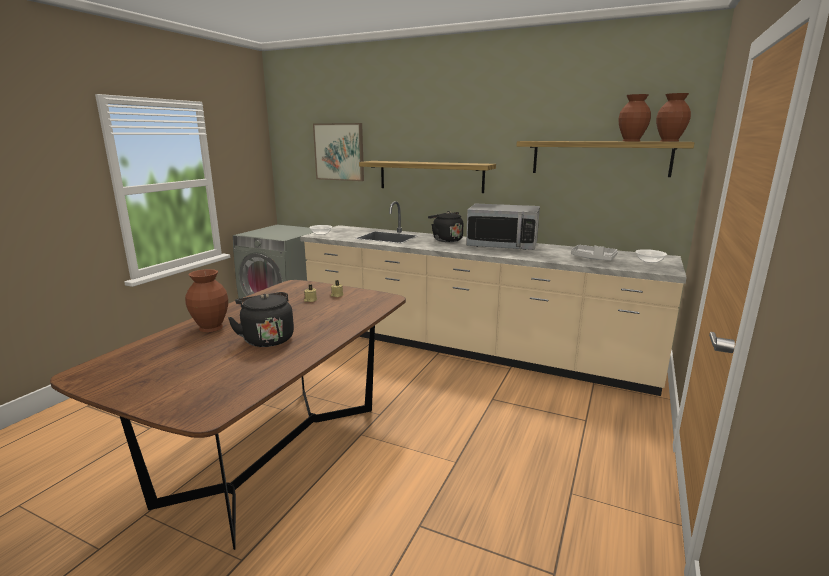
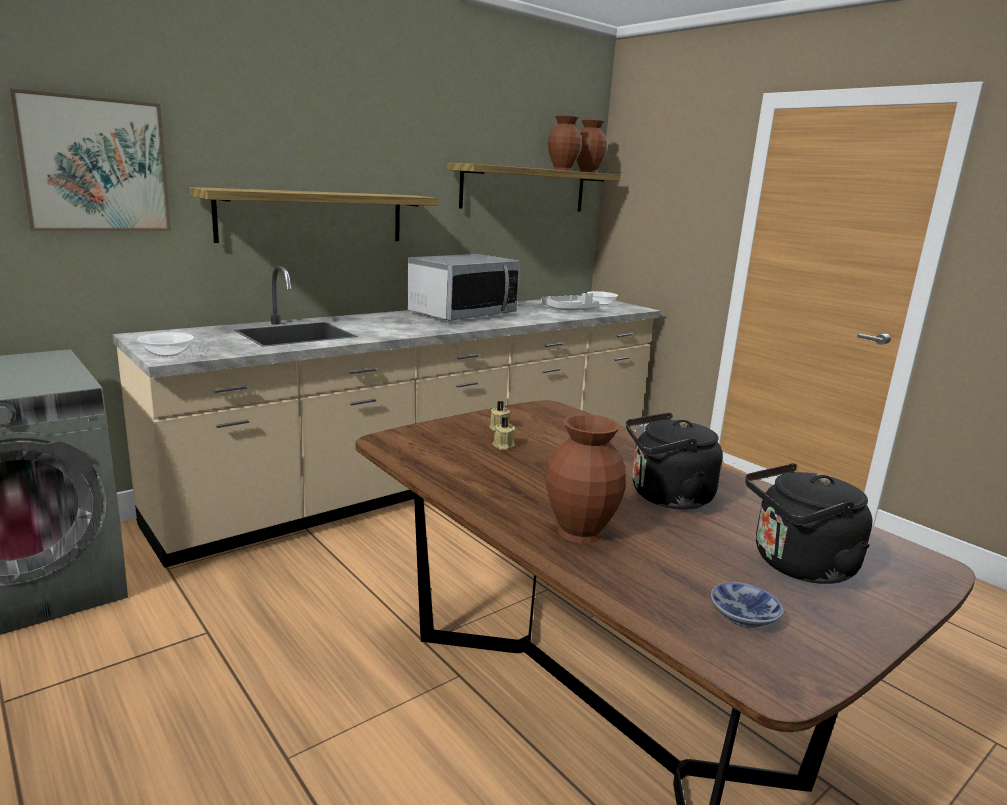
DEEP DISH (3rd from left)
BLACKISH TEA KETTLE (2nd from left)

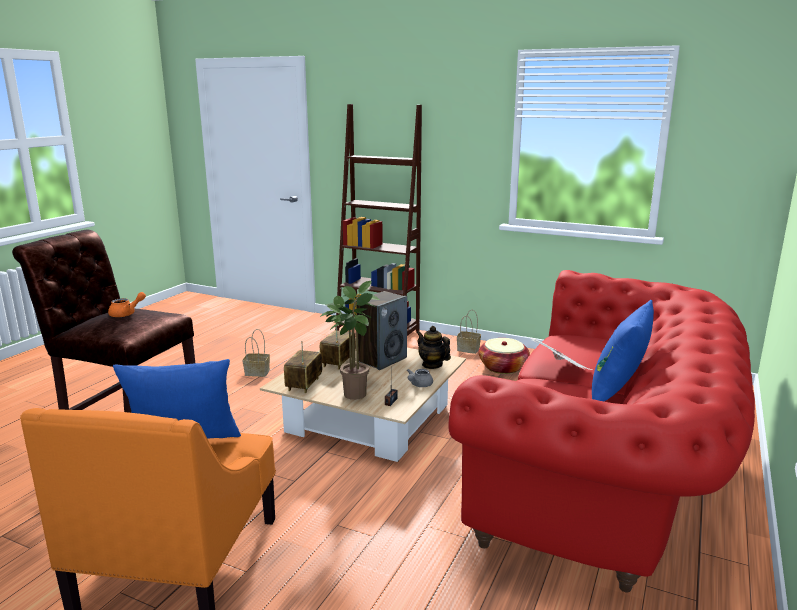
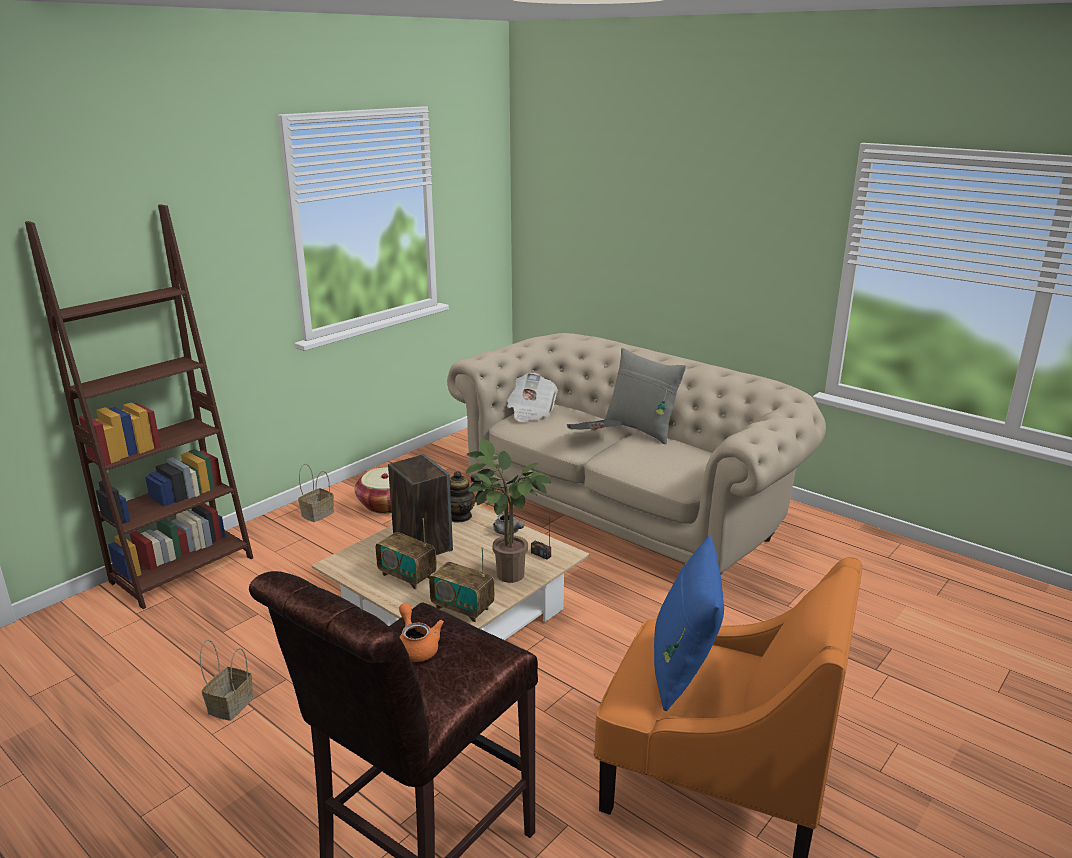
SAND-COLOURED SOFA
PRINTED PAPER (1st from left)
GREYISH CUSHION

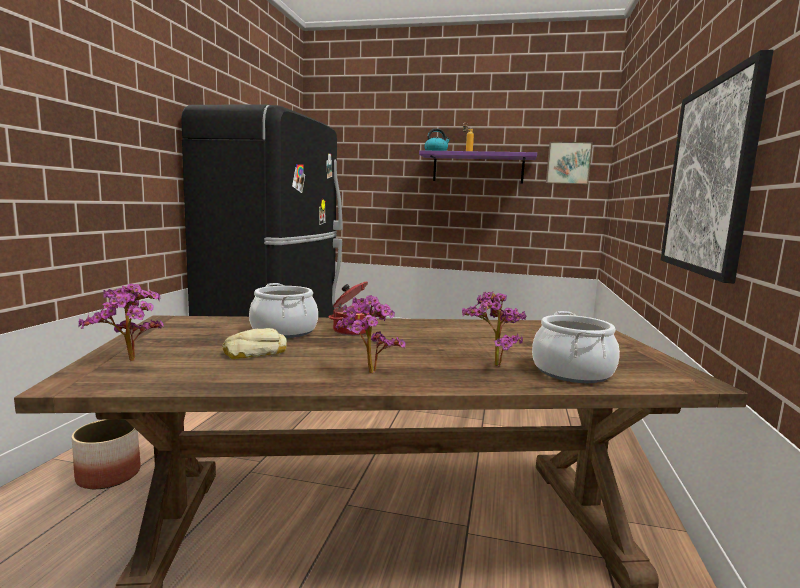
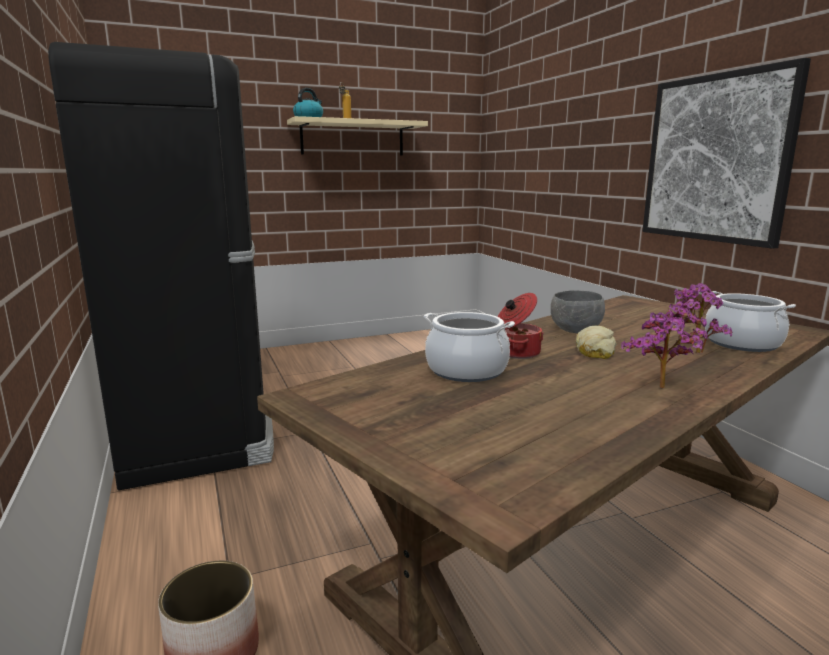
SAND-COLOURED SHELF
GREYISH DEEP DISH
BREAD
POTTED PLANT (1st from left in the first image)
WALL PICTURE (1st from left in the first image)

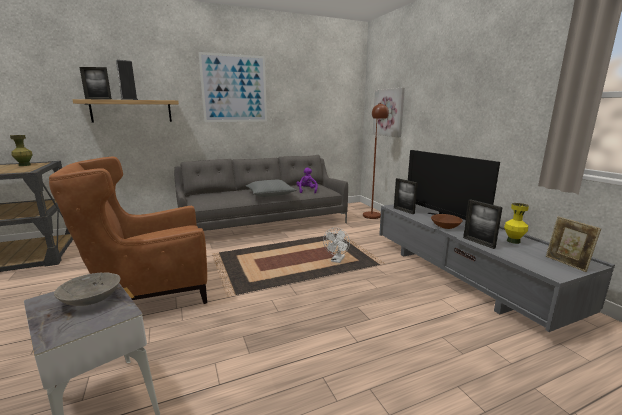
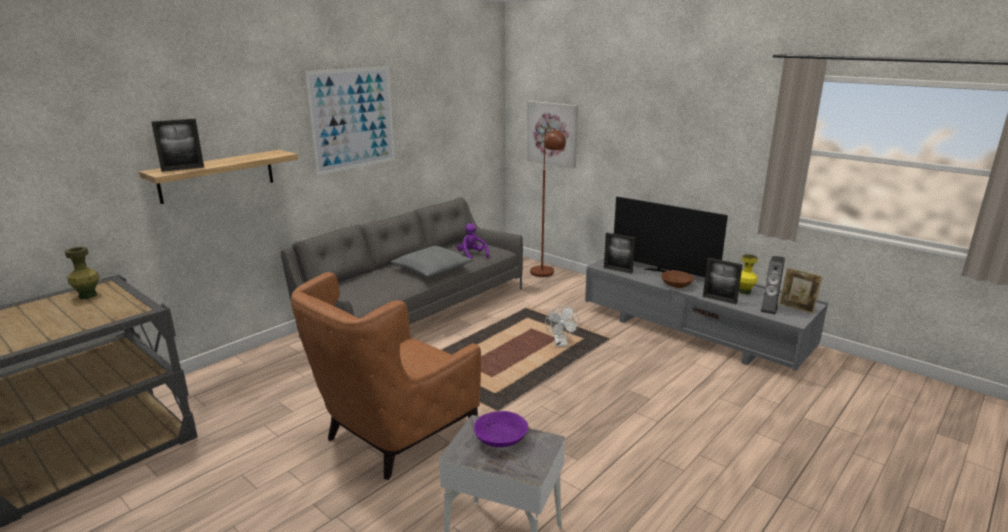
PURPLISH DEEP DISH
LOUDSPEAKER

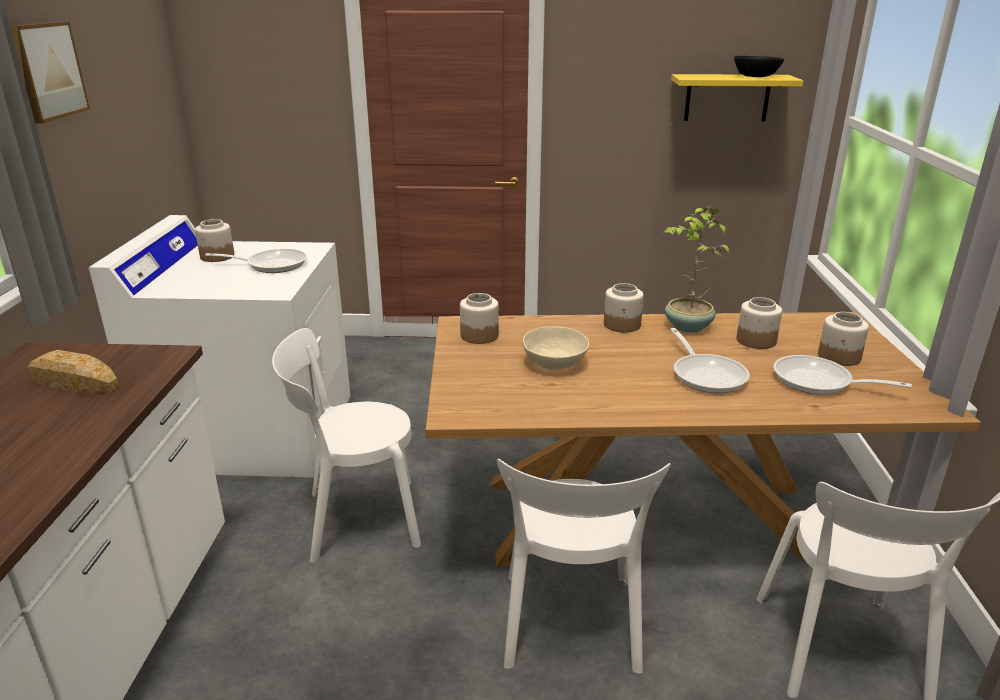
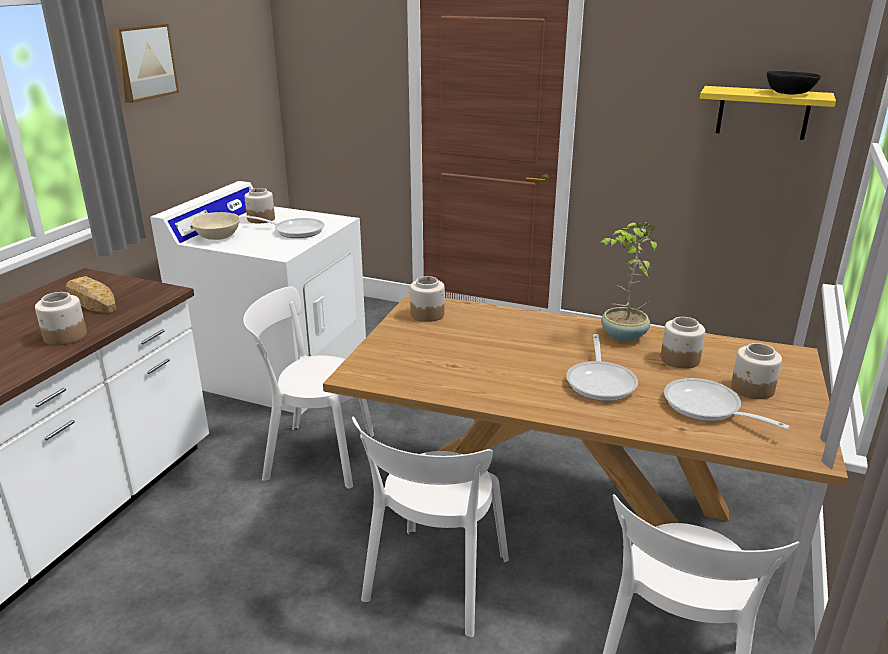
PRESERVE JAR (1st from left)
SAND-COLOURED DEEP DISH

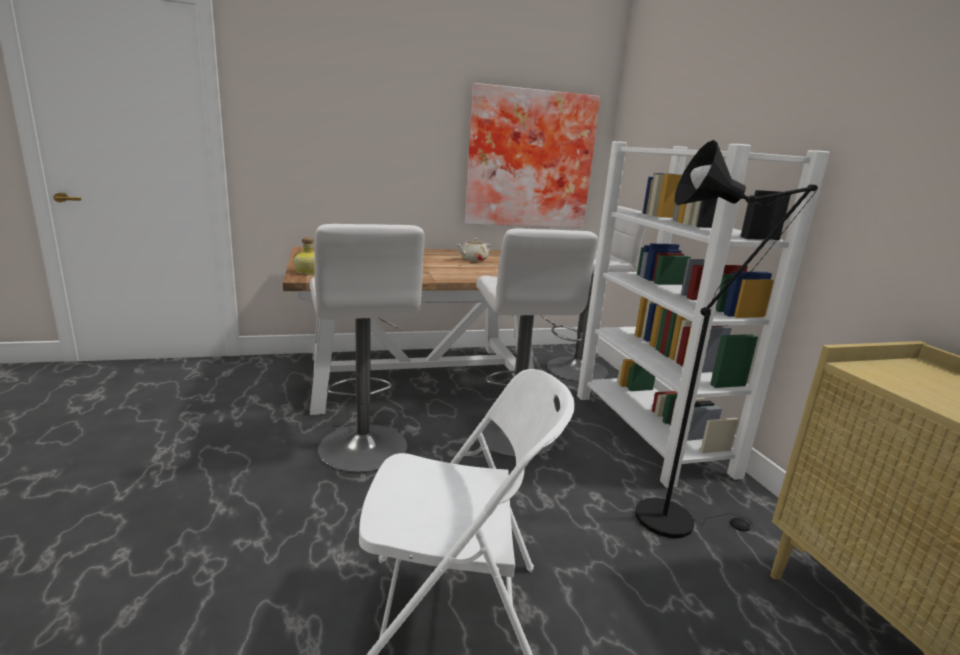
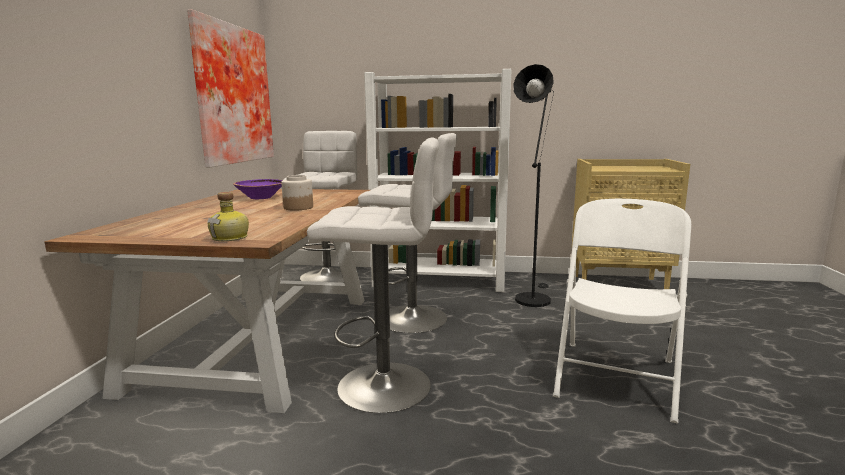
PURPLISH DEEP DISH
PRESERVE JAR

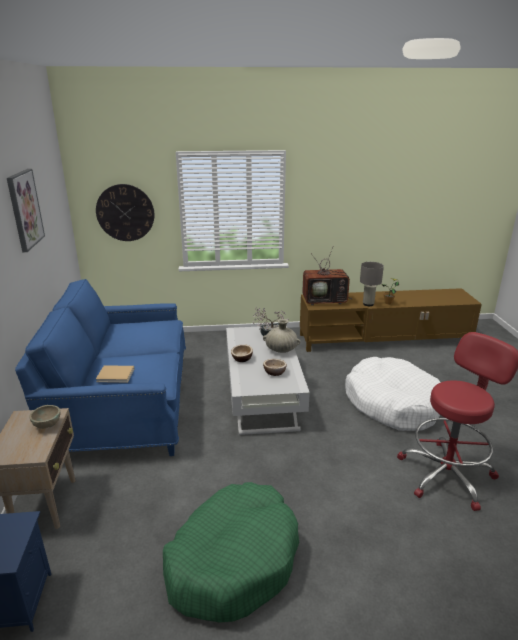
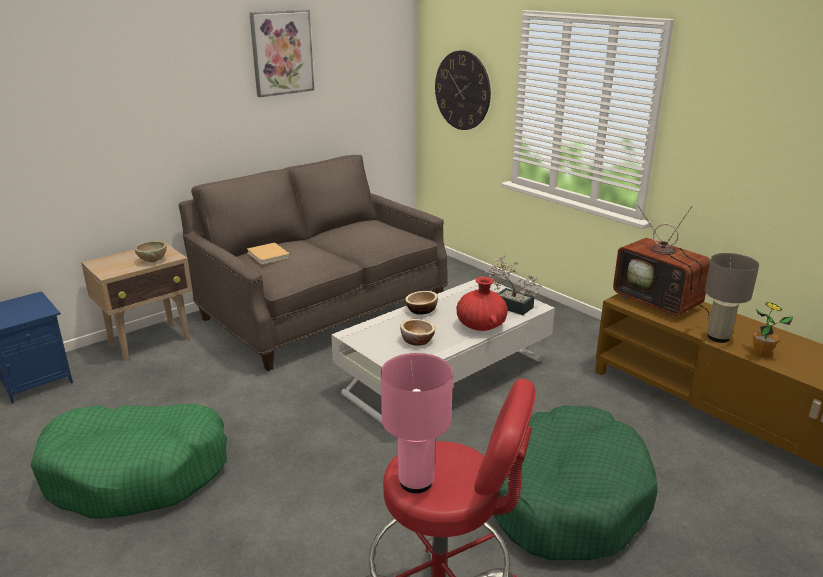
GREYISH SOFA
PINK-COLOURED TABLE LAMP
REDDISH DECORATIVE VASE
GREEN-COLOURED PET BED (2nd from left)

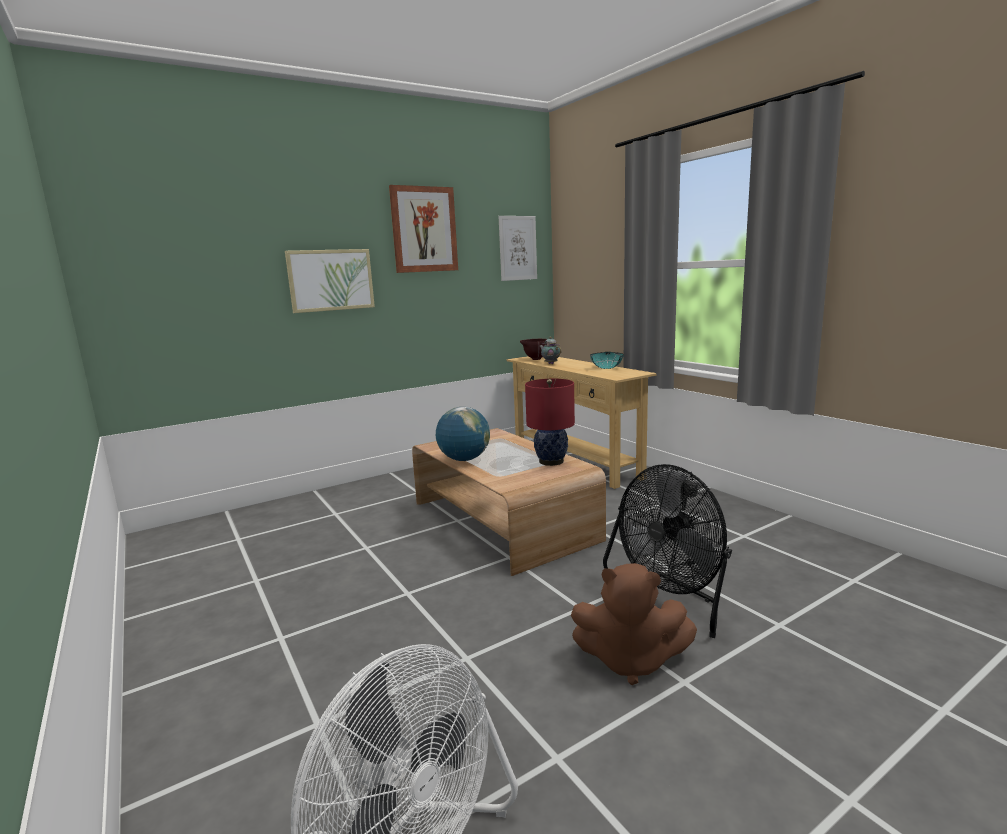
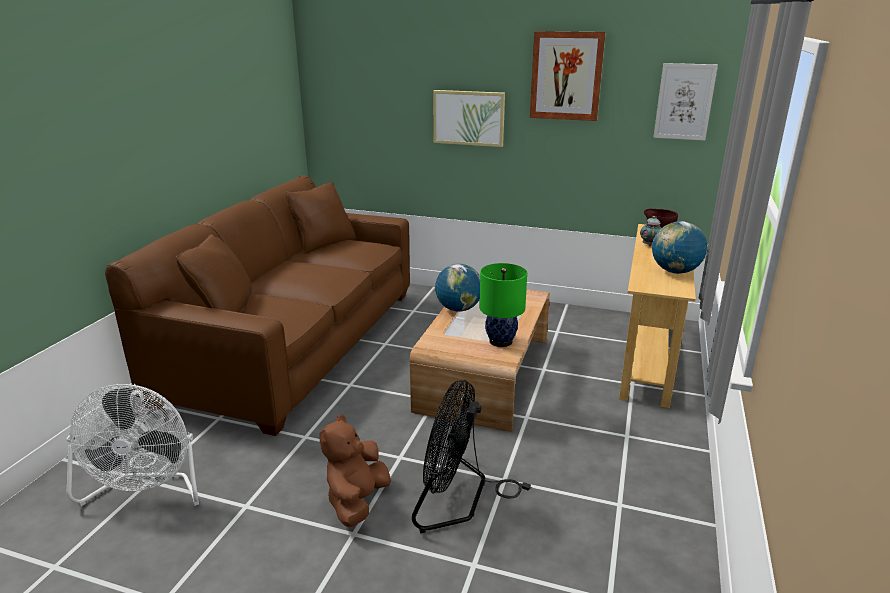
BROWN-COLOURED SOFA
BROWN-COLOURED CUDDLY TOY
GREEN-COLOURED TABLE LAMP
GLOBE (2nd from left)

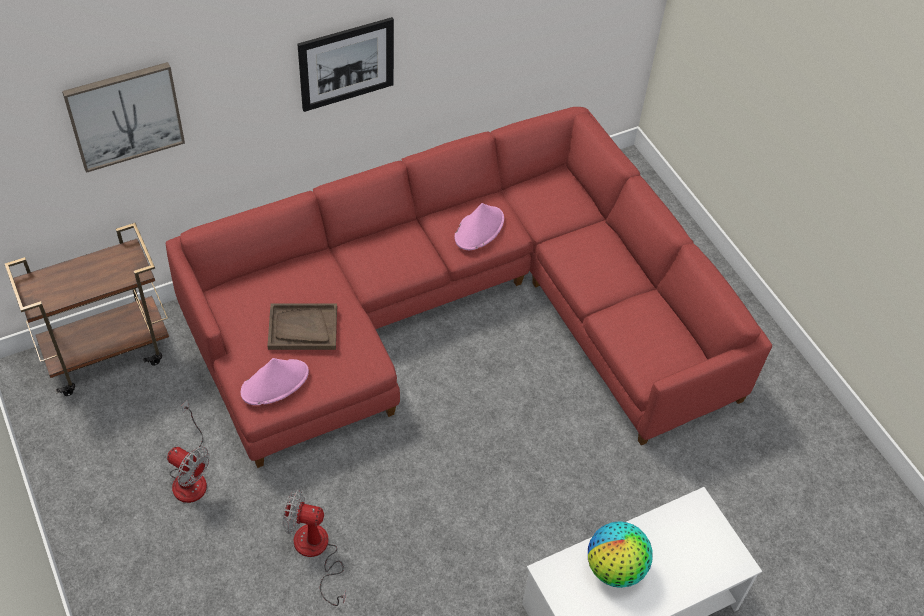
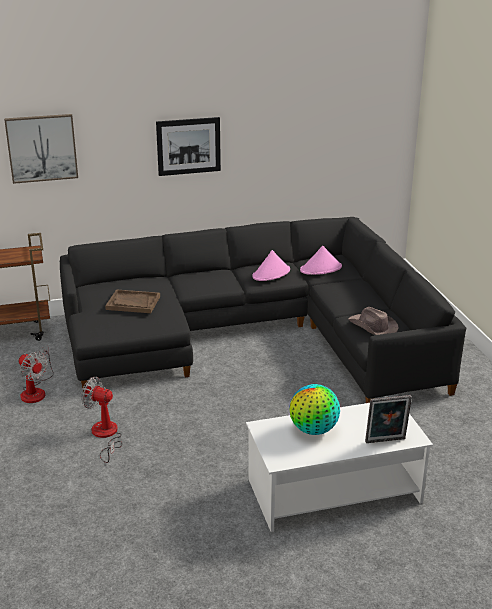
BLACKISH SOFA
PINK-COLOURED WEARABLE HAT (2nd from left)
BROWN-COLOURED WEARABLE HAT
PHOTO FRAME

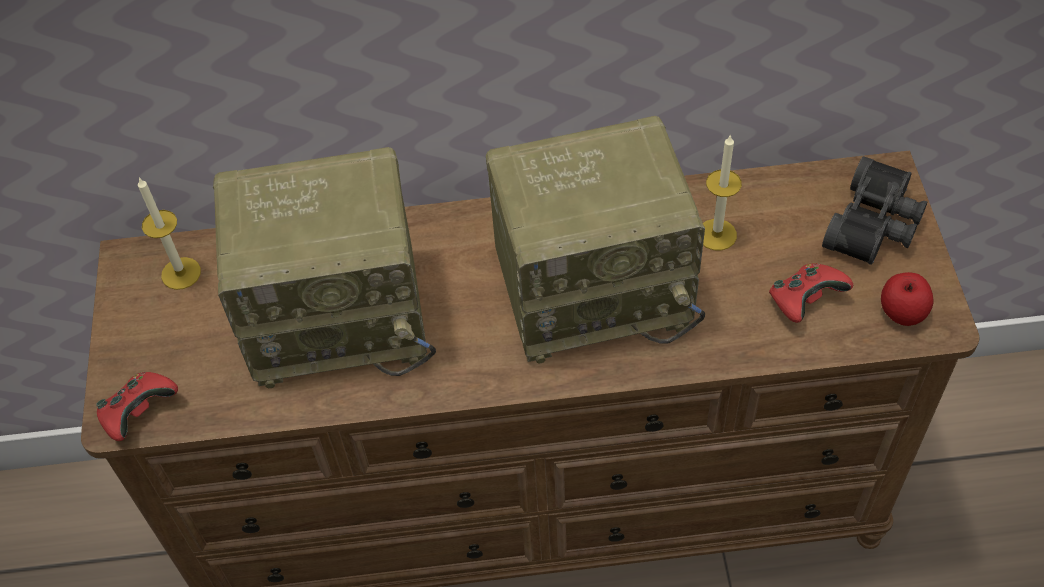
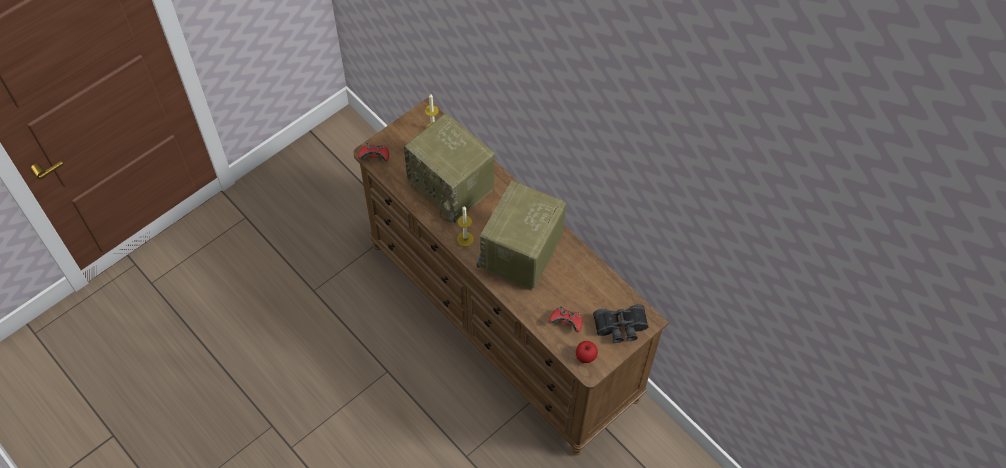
WAX CANDLE (2nd from left)
RADIO (2nd from left)

